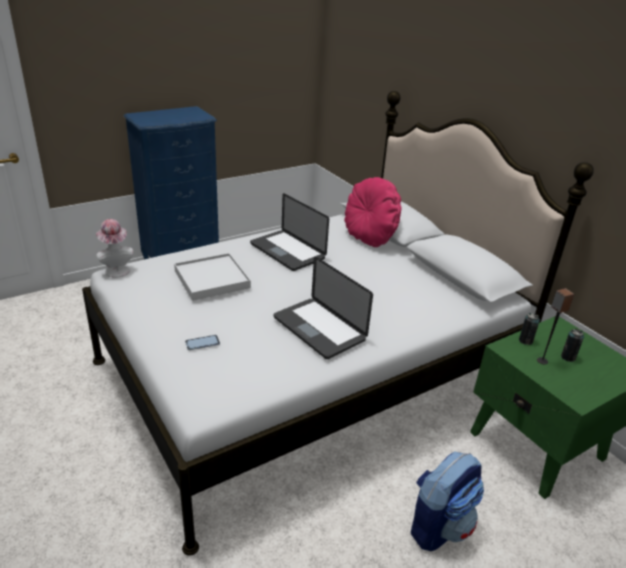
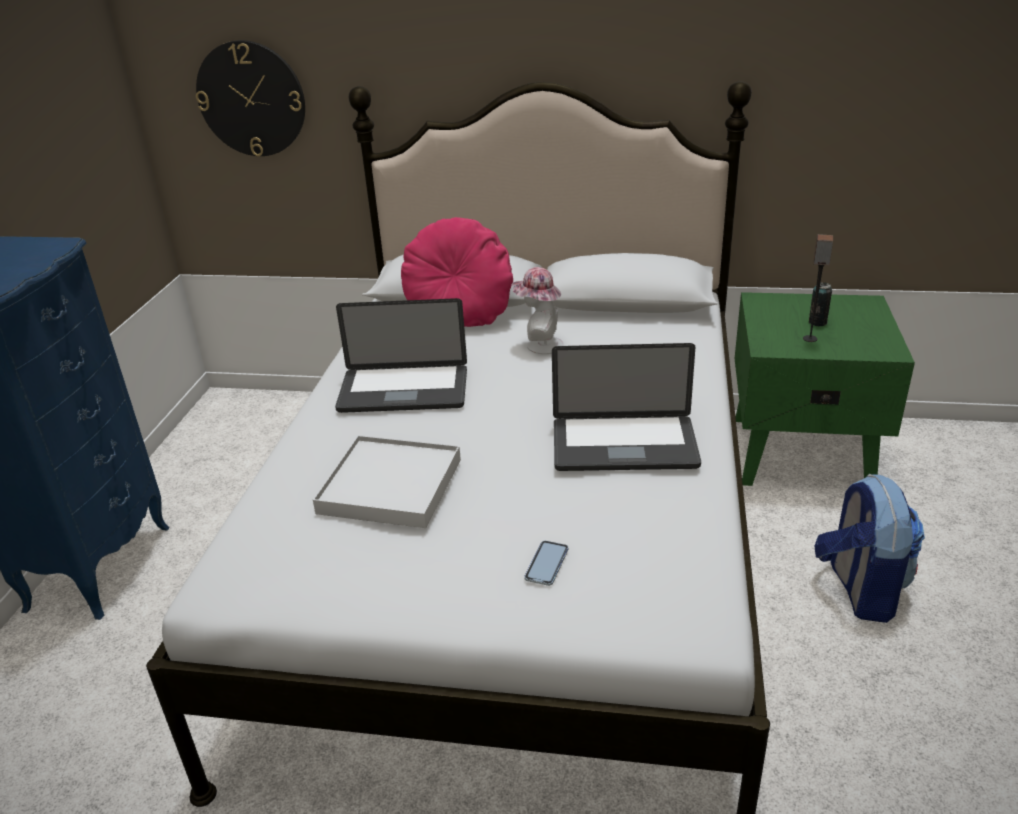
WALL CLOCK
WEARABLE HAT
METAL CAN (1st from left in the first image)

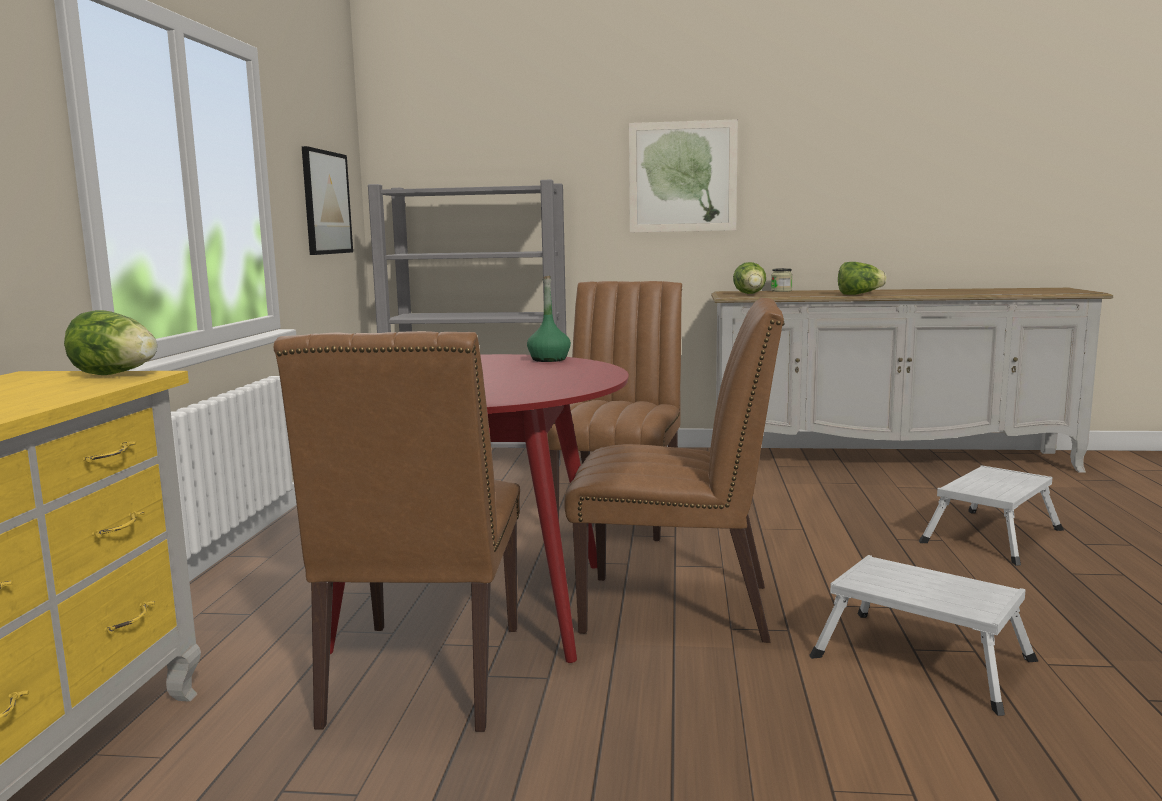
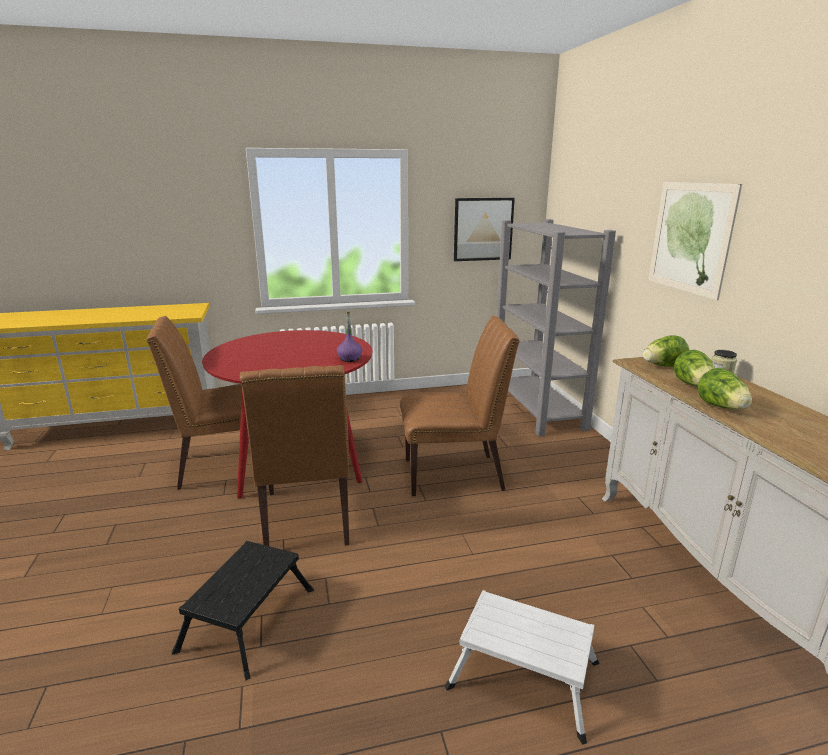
BLACKISH STEP STOOL
PURPLISH BOTTLE
HEAD OF LETTUCE (2nd from left)

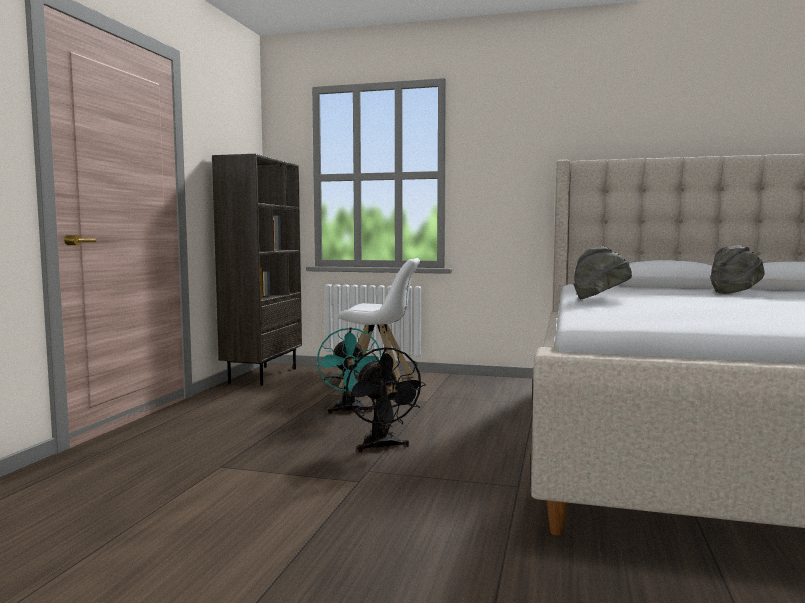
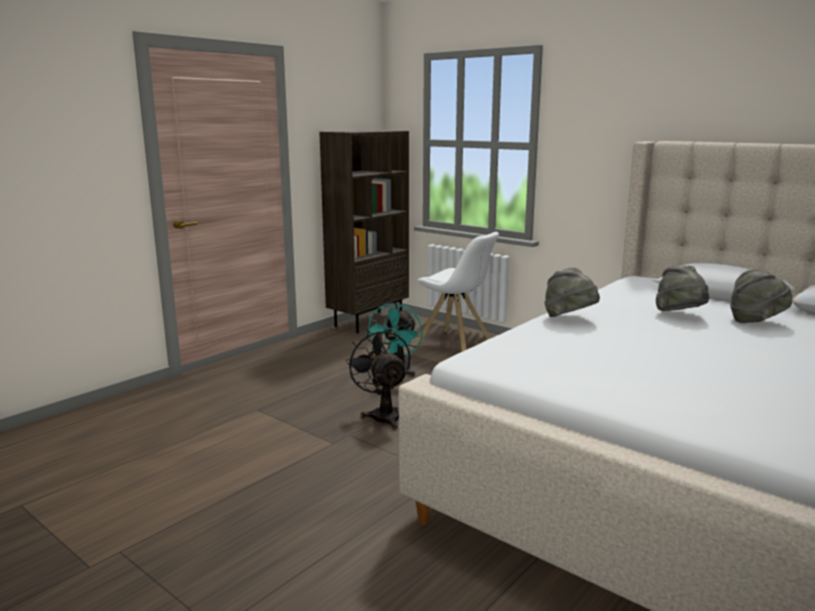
BLACKISH COOLING FAN
GREYISH WEARABLE HAT (2nd from left)

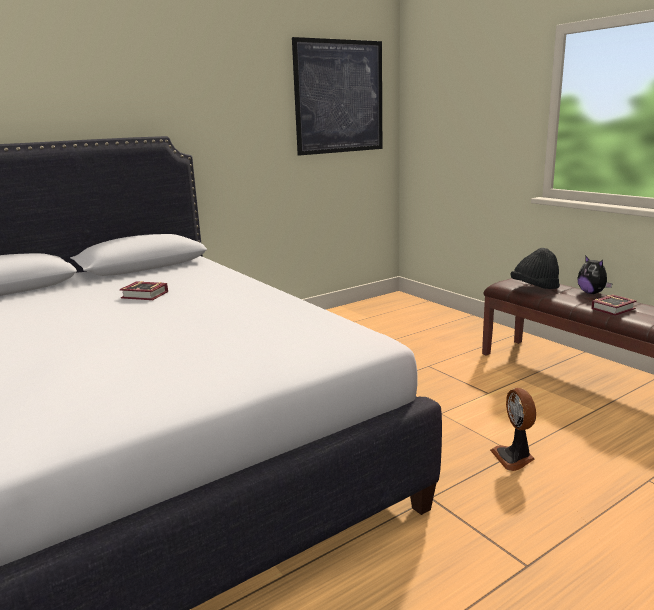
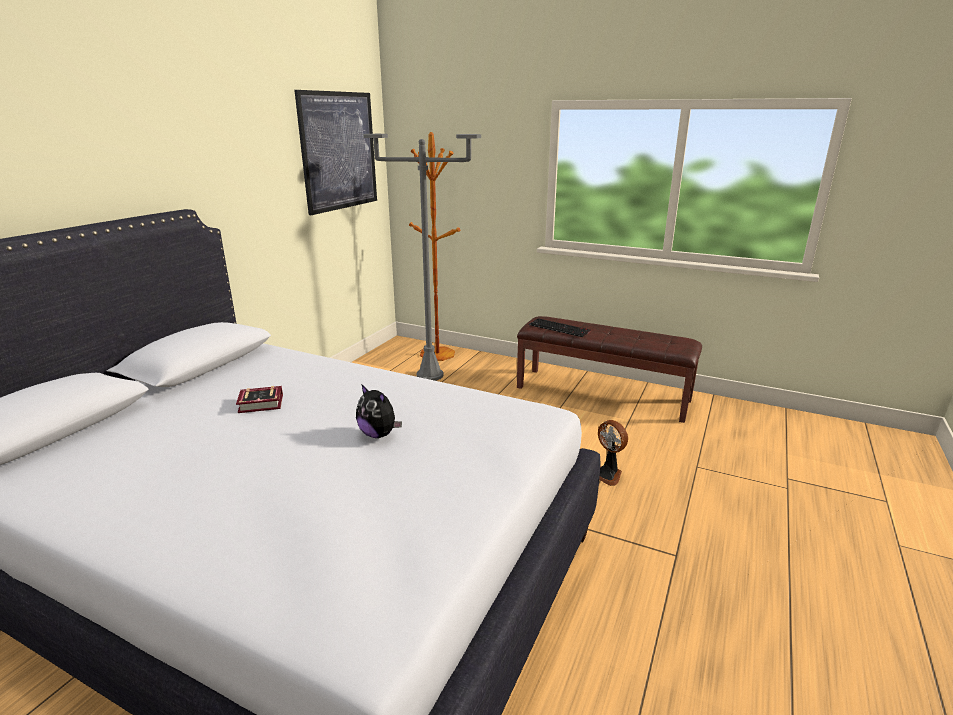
CUDDLY TOY
GREYISH FLOOR LAMP
ORANGE GARMENT RACK
COMPUTER KEYBOARD
VOLUME (2nd from left in the first image)

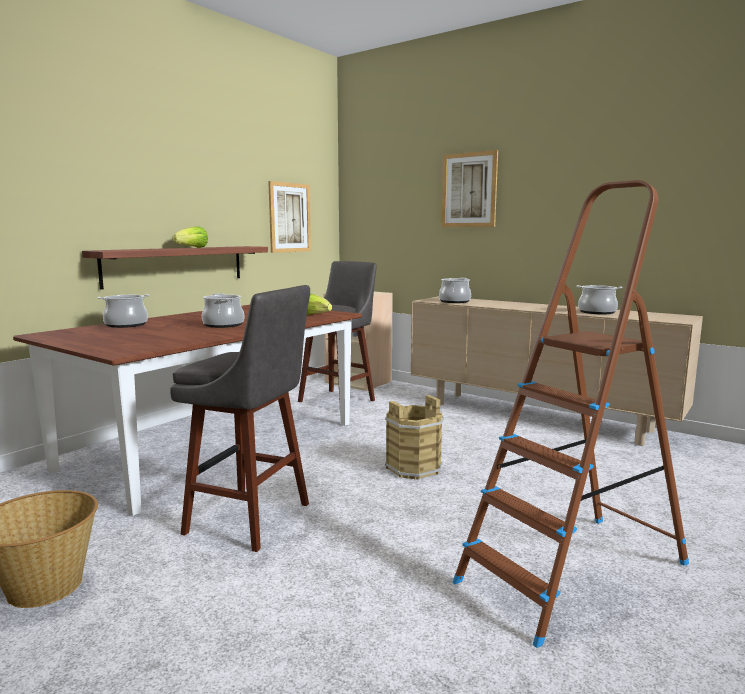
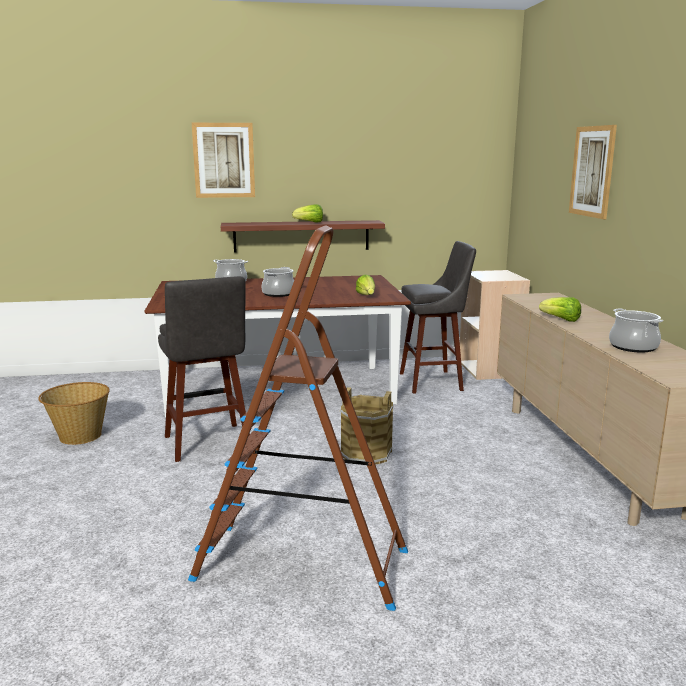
WALL PICTURE (1st from left)
HEAD OF LETTUCE (3rd from left)
STOCKPOT (3rd from left in the first image)

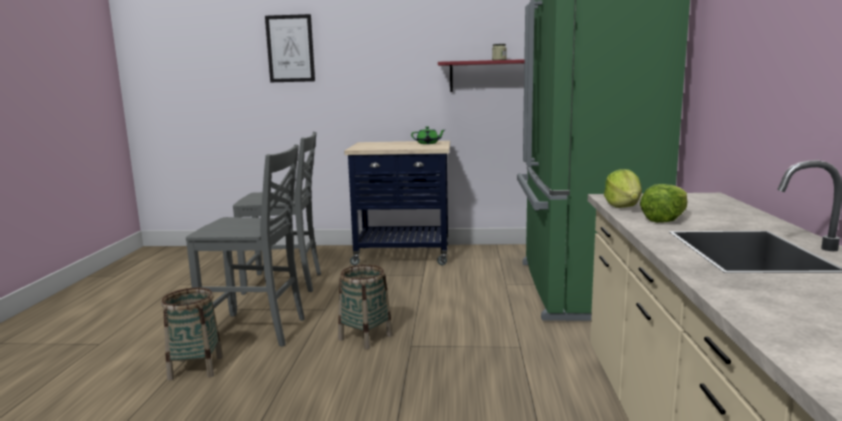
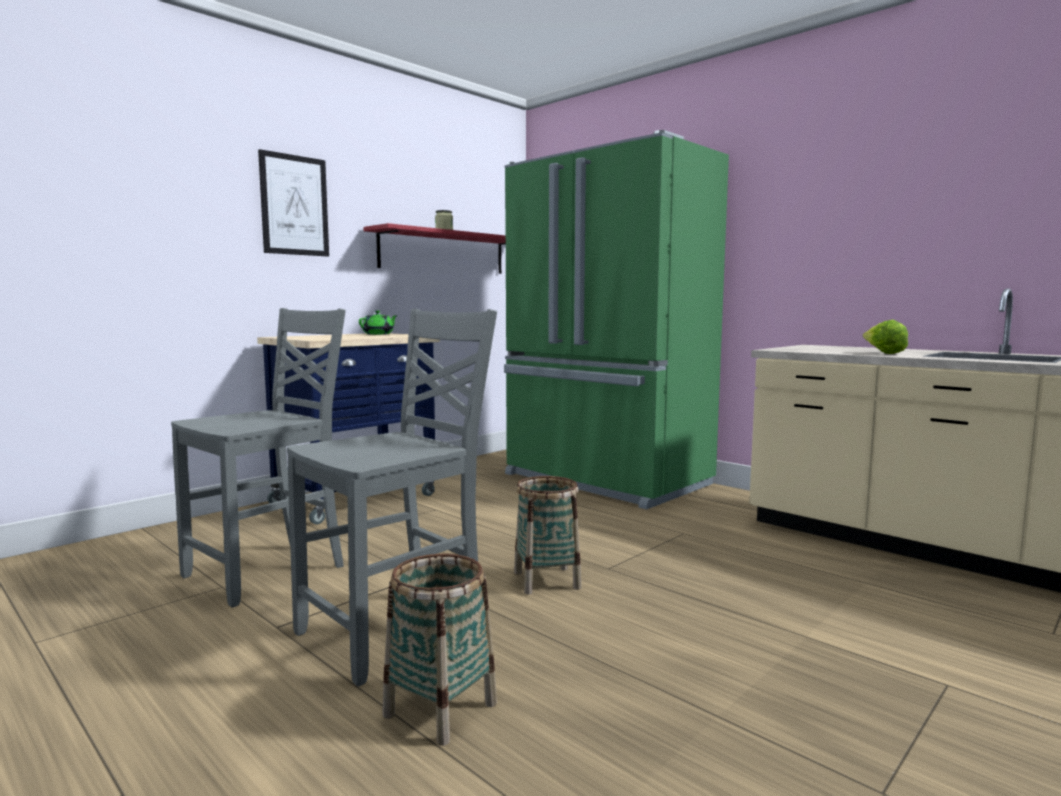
WALL PICTURE
HEAD OF LETTUCE (1st from left in the first image)

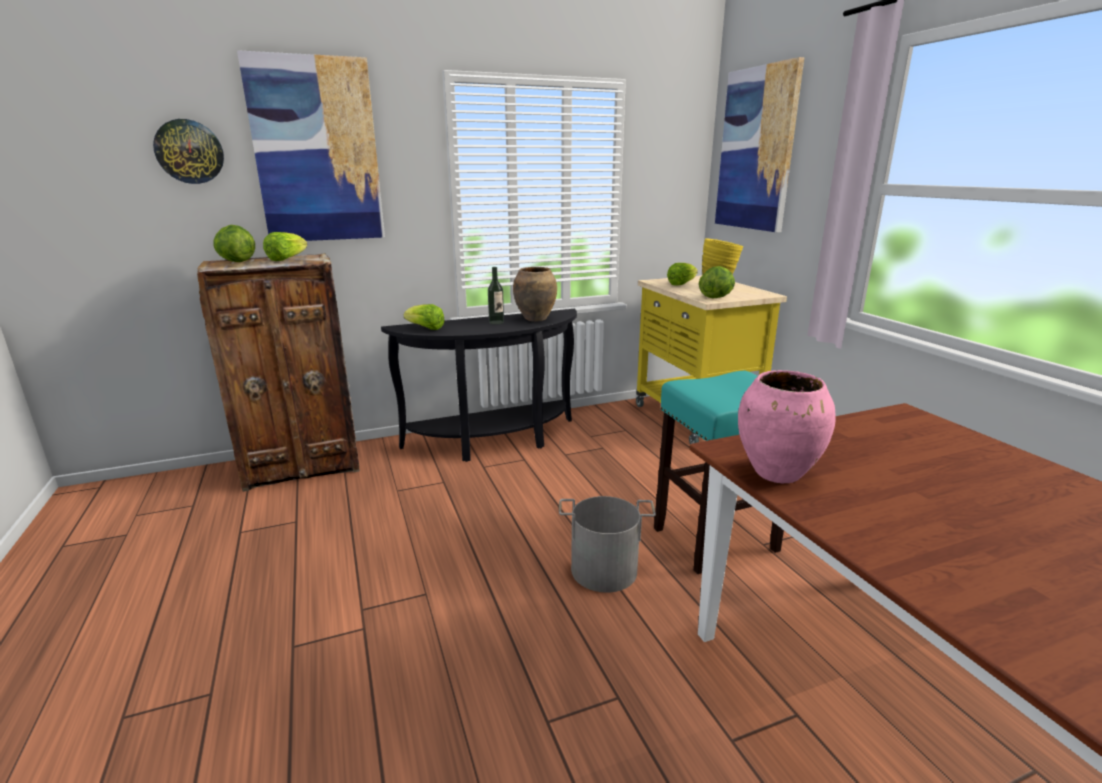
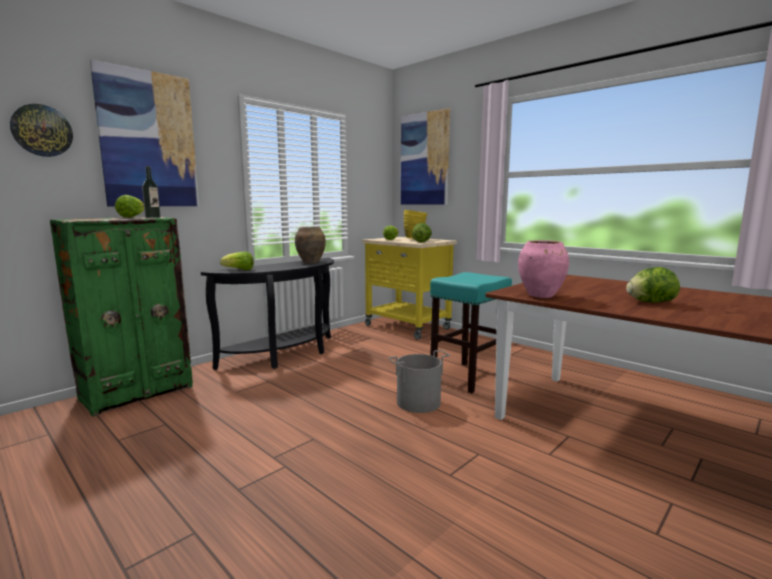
GREEN-COLOURED STORAGE CABINET
BOTTLE
HEAD OF LETTUCE (5th from left)

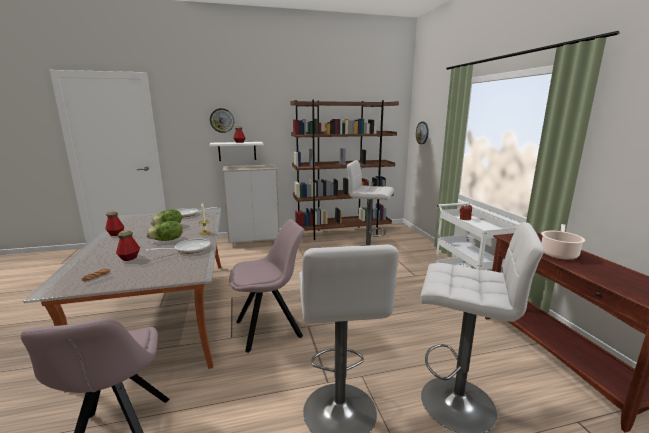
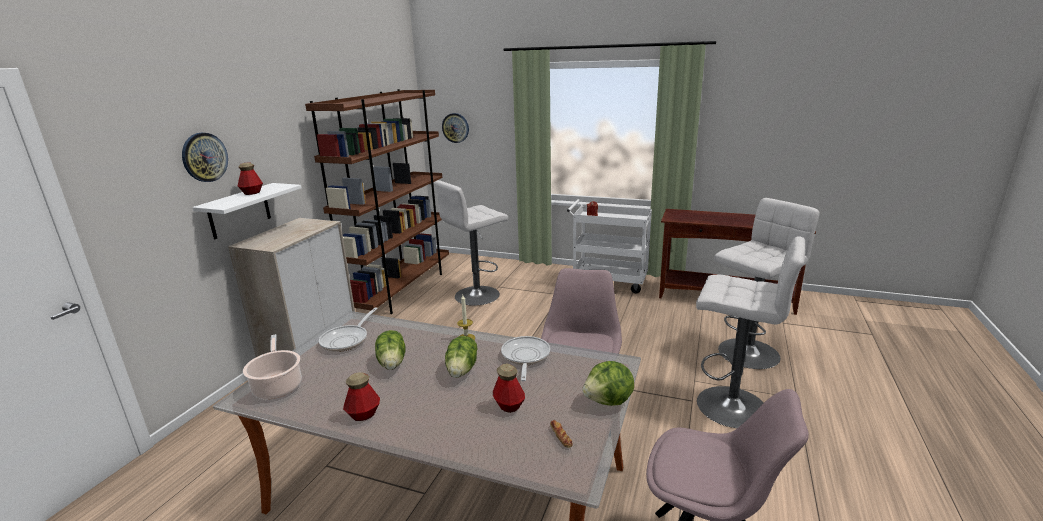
STOCKPOT
HEAD OF LETTUCE (3rd from left)

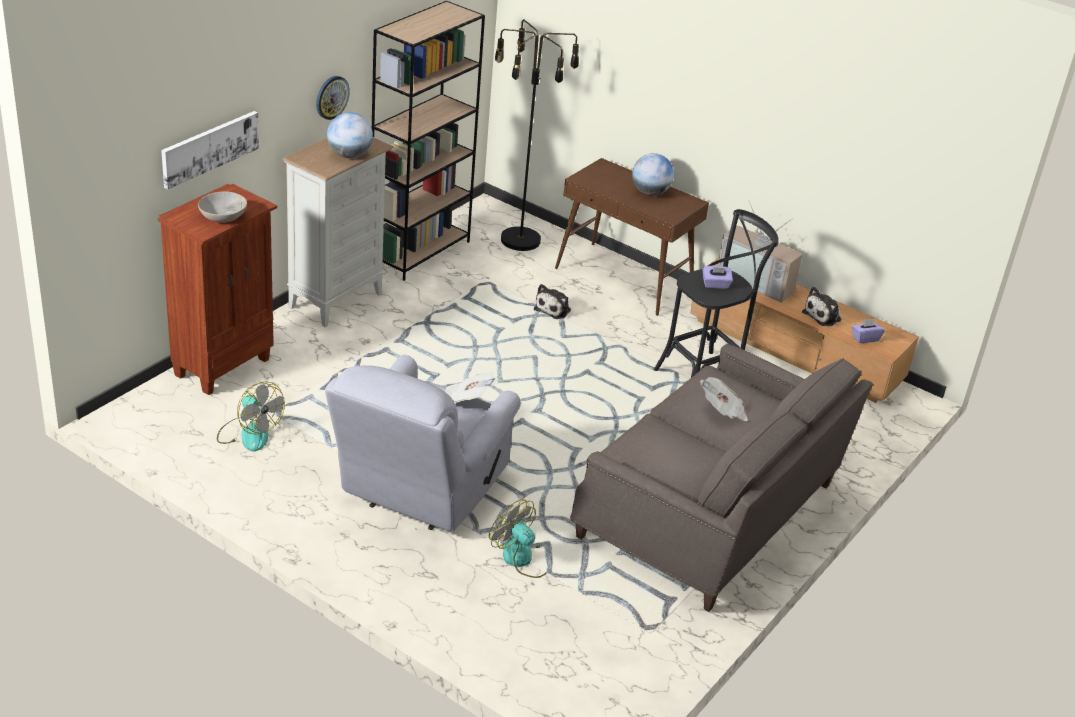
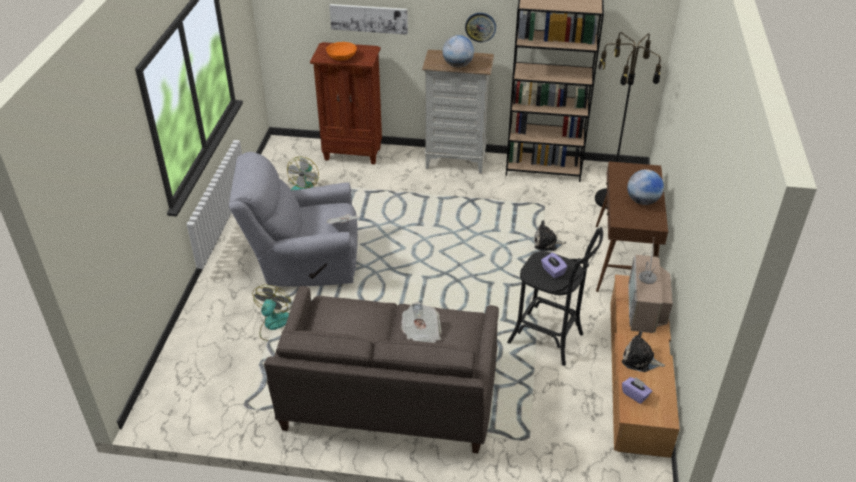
ORANGE DEEP DISH

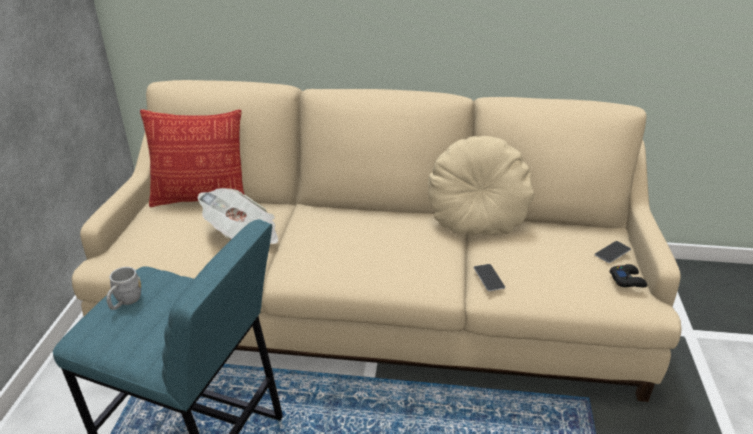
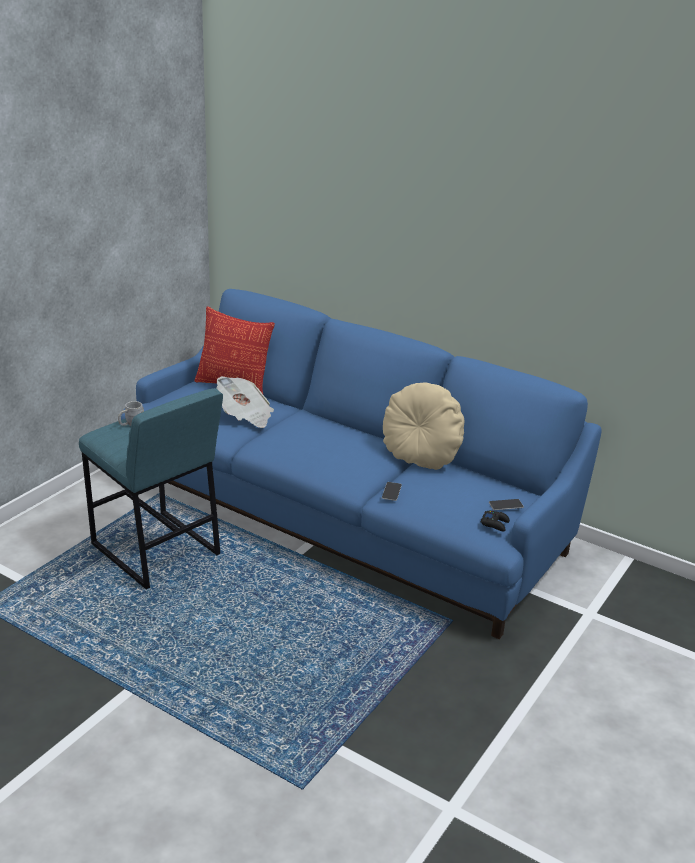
BLUE SOFA

